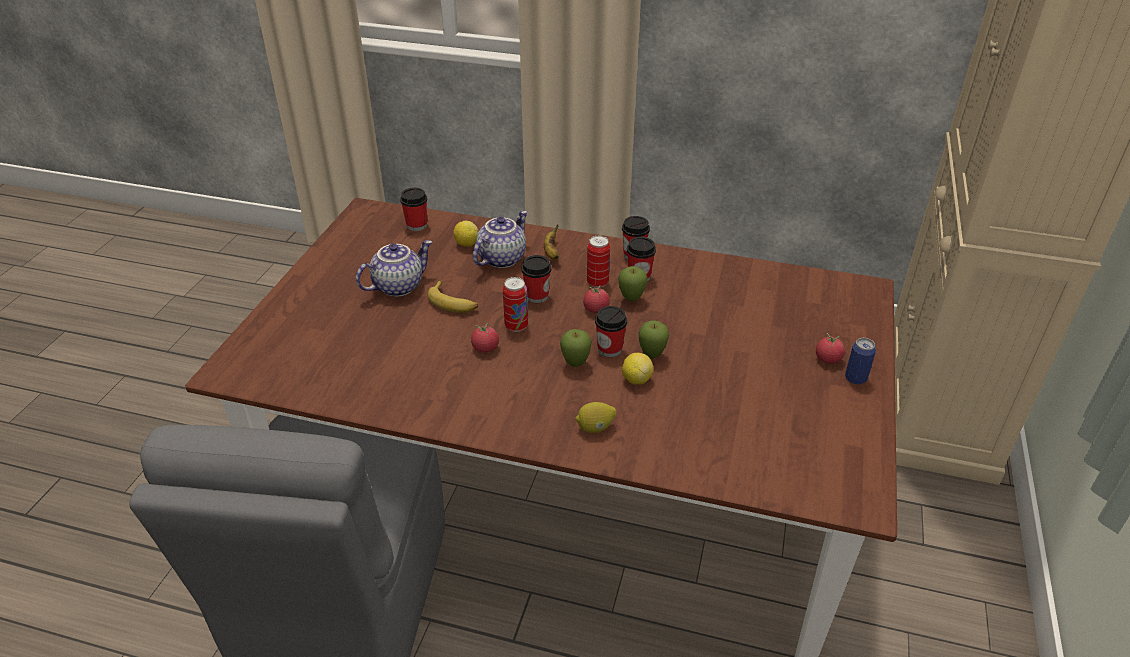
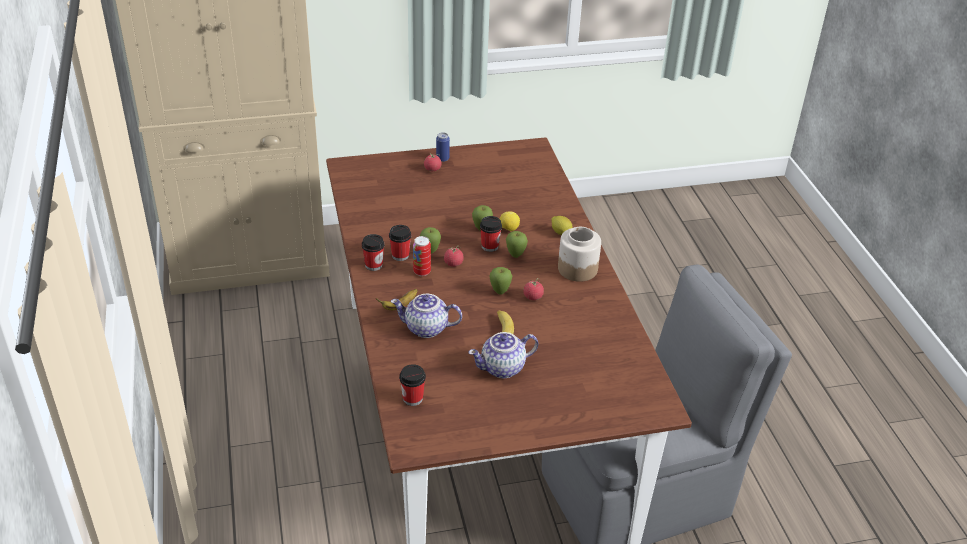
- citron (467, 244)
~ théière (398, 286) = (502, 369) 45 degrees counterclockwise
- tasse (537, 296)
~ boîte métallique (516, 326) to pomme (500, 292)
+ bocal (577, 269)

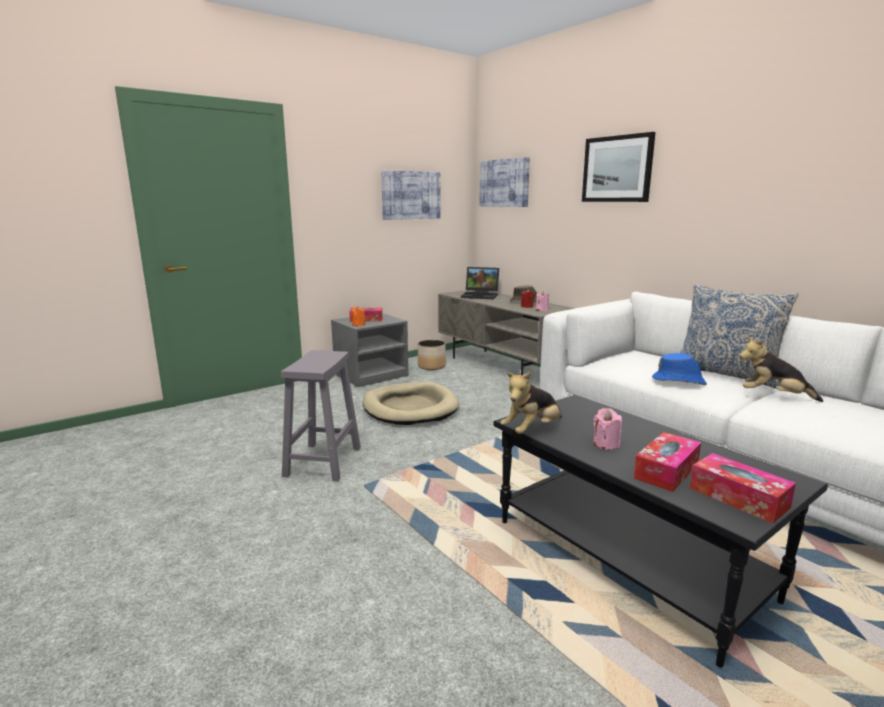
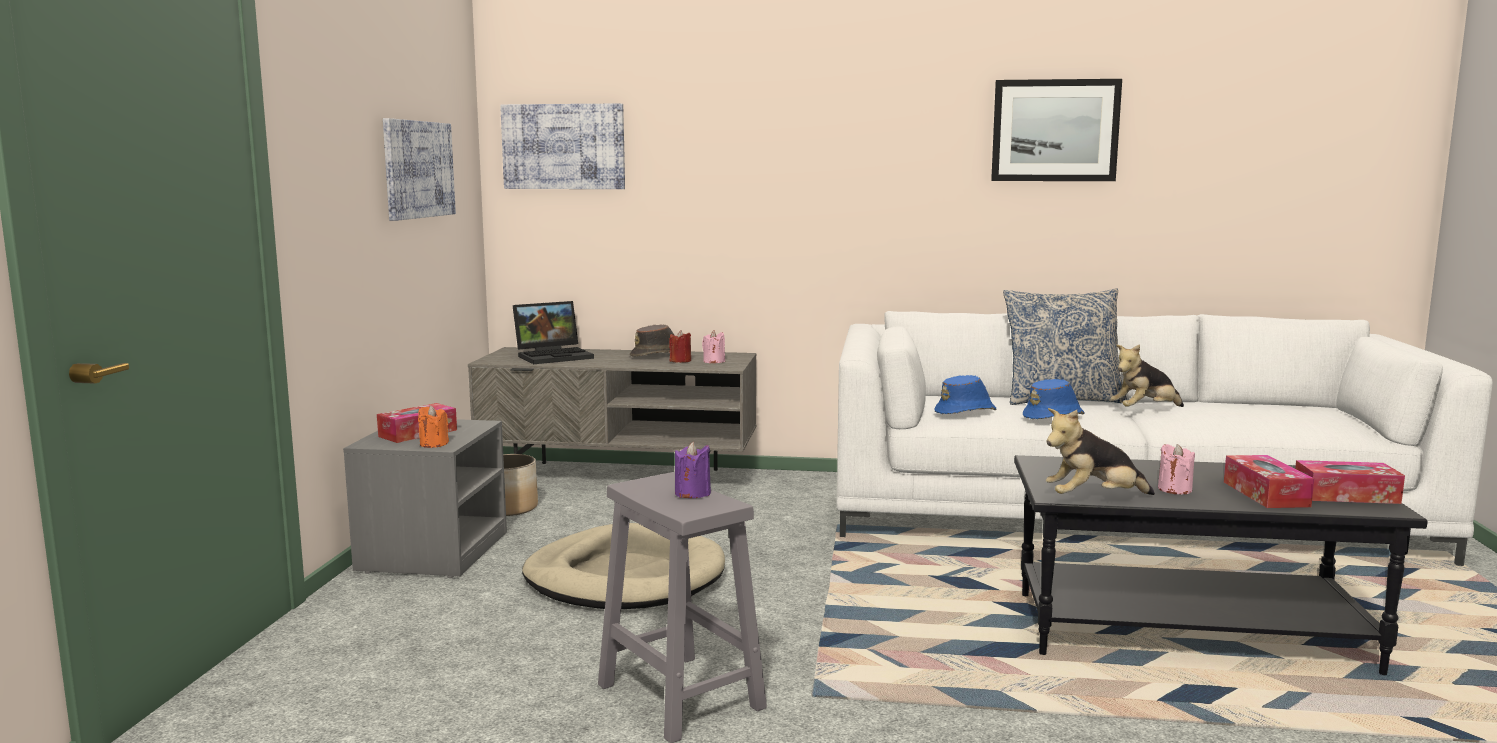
~ tableau (617, 169) to (1055, 130)
~ peluche (532, 430) = (1093, 499) 75 degrees clockwise
+ chapeau/bleu (966, 412)
+ bougie/violet (692, 493)

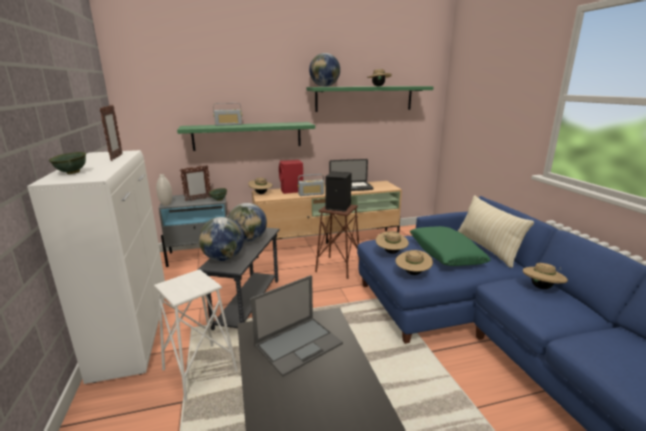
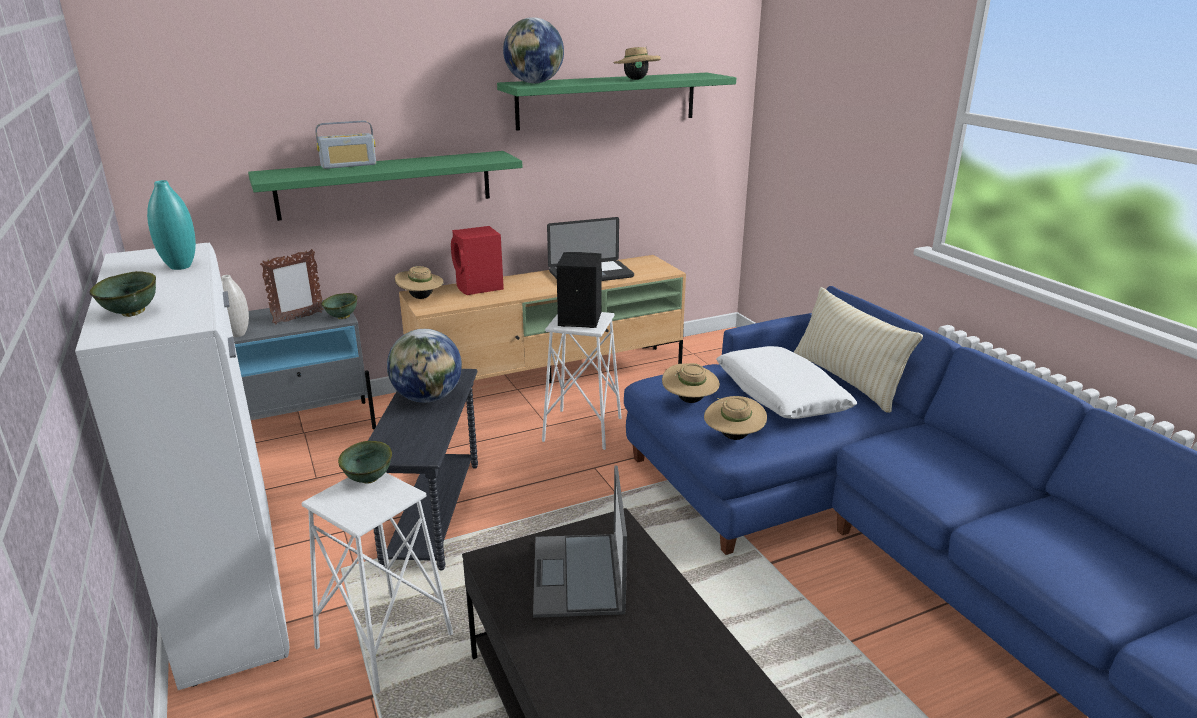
~ cadre photo (116, 157) to vase/turquoise (180, 267)
- radio (311, 194)
~ tabouret/marron (338, 267) to tabouret/blanc (582, 429)
- globe (223, 258)
~ coussin/vert (445, 253) to coussin/blanc (780, 395)
- chapeau/beige (541, 287)
~ ordinateur portable (299, 344) = (578, 576) 135 degrees clockwise
+ bol/vert (370, 479)

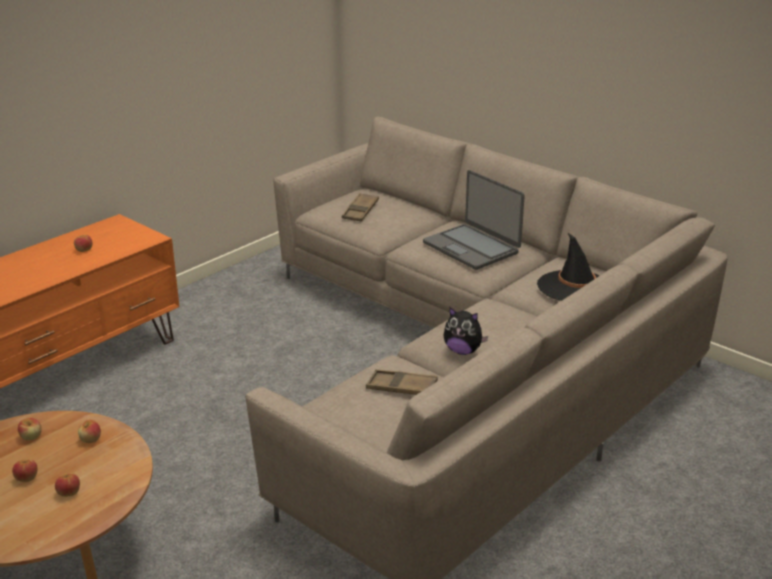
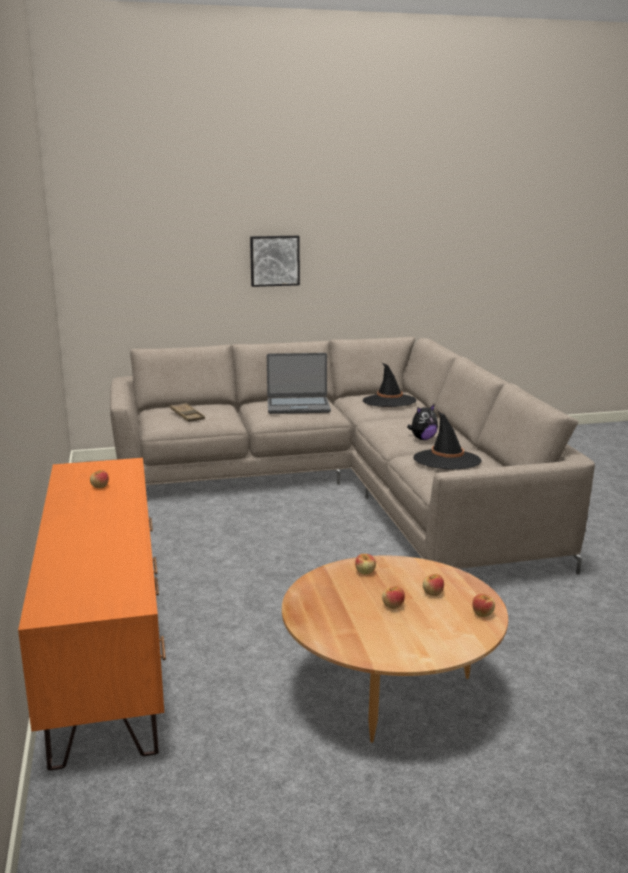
~ plateau/marron (401, 387) to chapeau/noir (447, 460)
~ pomme (31, 437) to (482, 613)
+ tableau (274, 260)

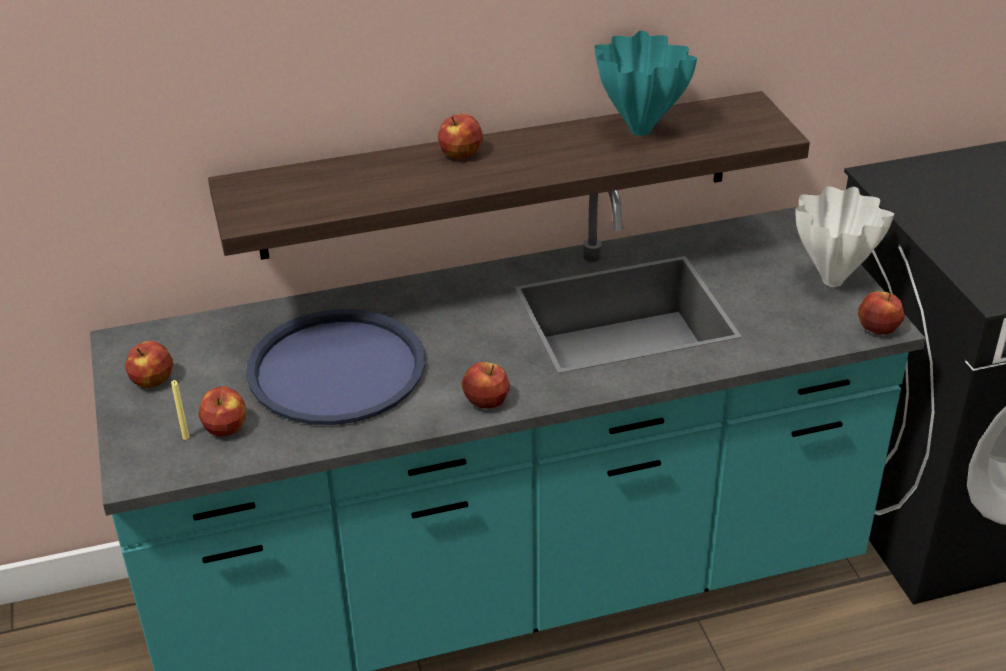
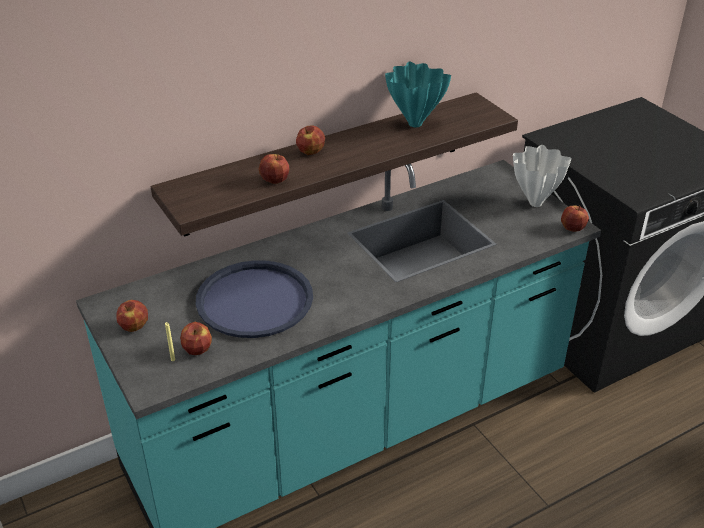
~ pomme (486, 401) to (274, 180)

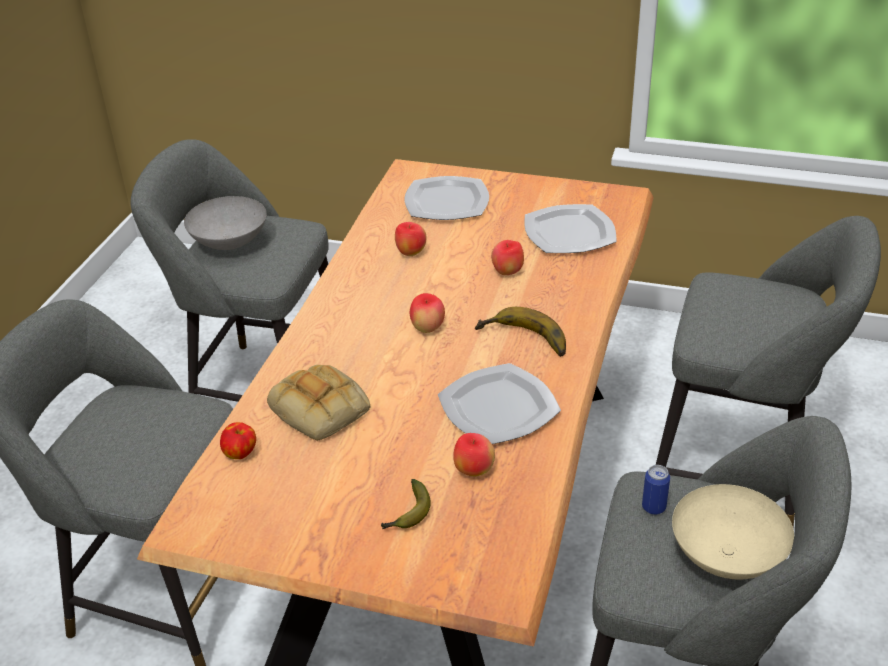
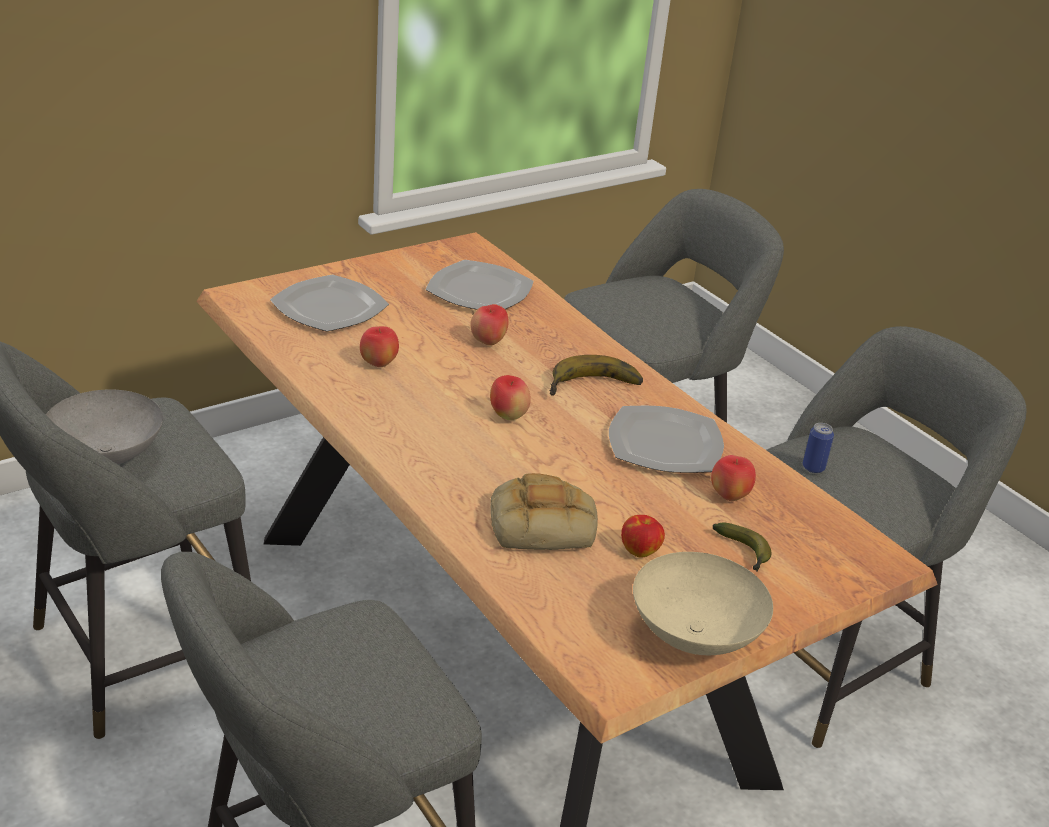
~ pomme (240, 453) to (640, 550)
~ bol/beige (724, 557) to (693, 637)

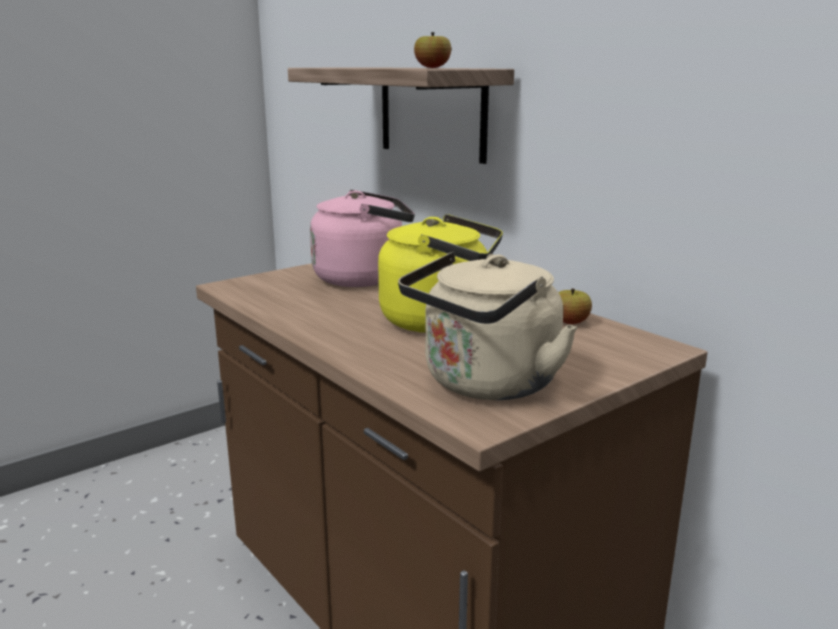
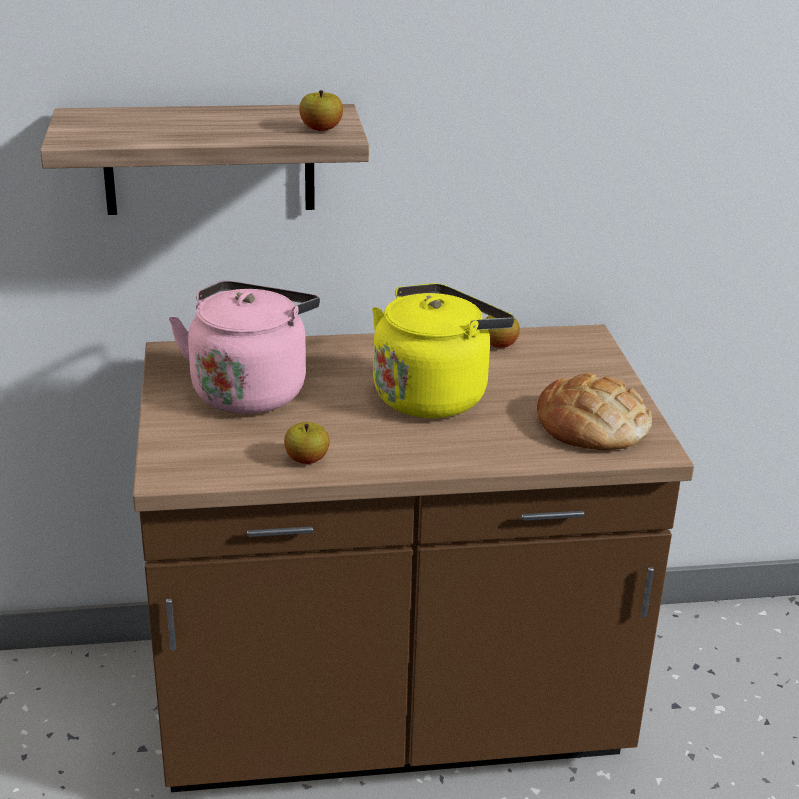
~ bouilloire/beige (485, 384) to pain (592, 425)
+ pomme (307, 459)

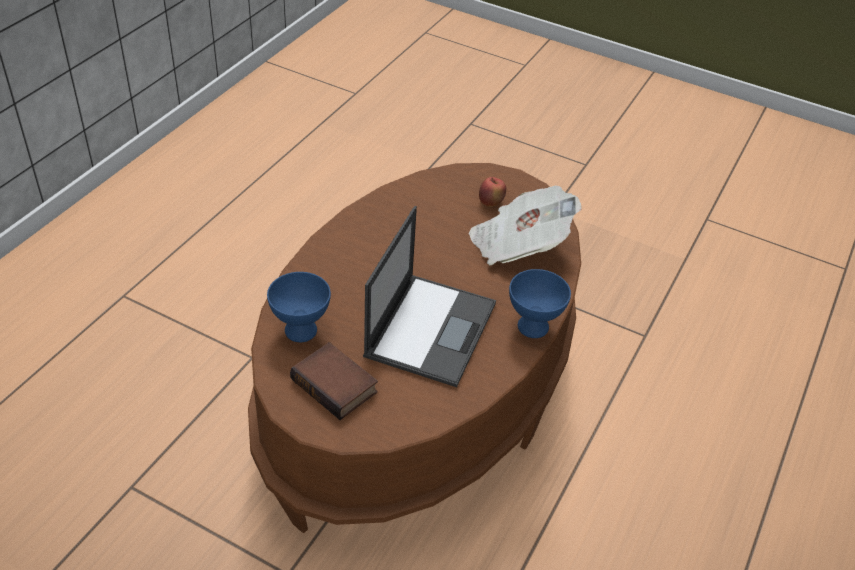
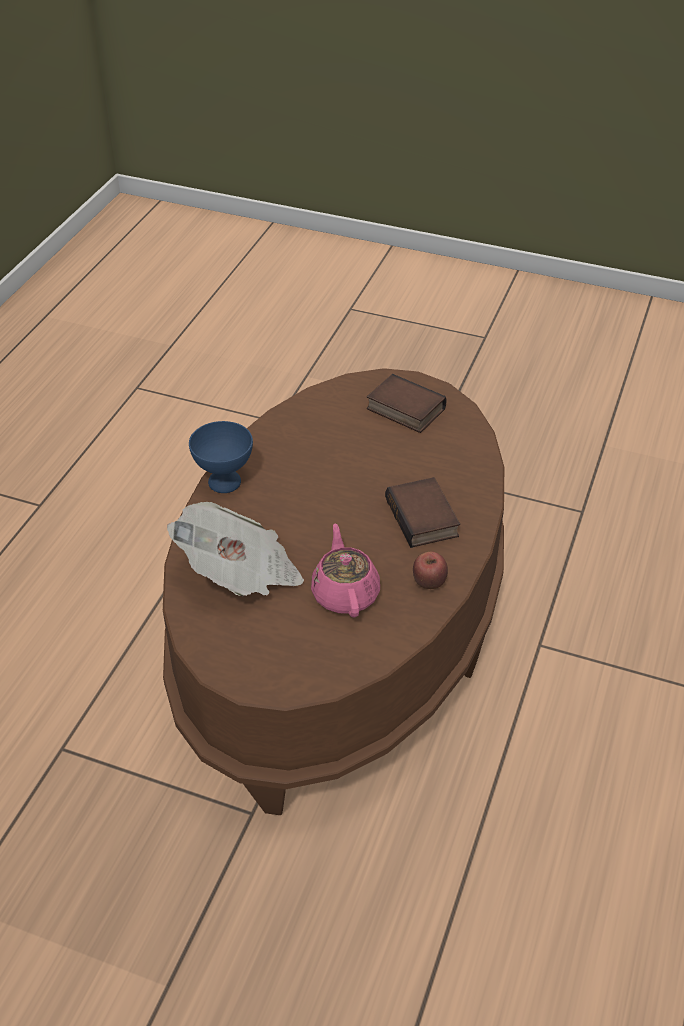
~ pomme (491, 203) to (429, 583)
- ordinateur portable (431, 328)
- bol/bleu (299, 331)
+ livre (424, 518)
+ théière/rose (345, 593)

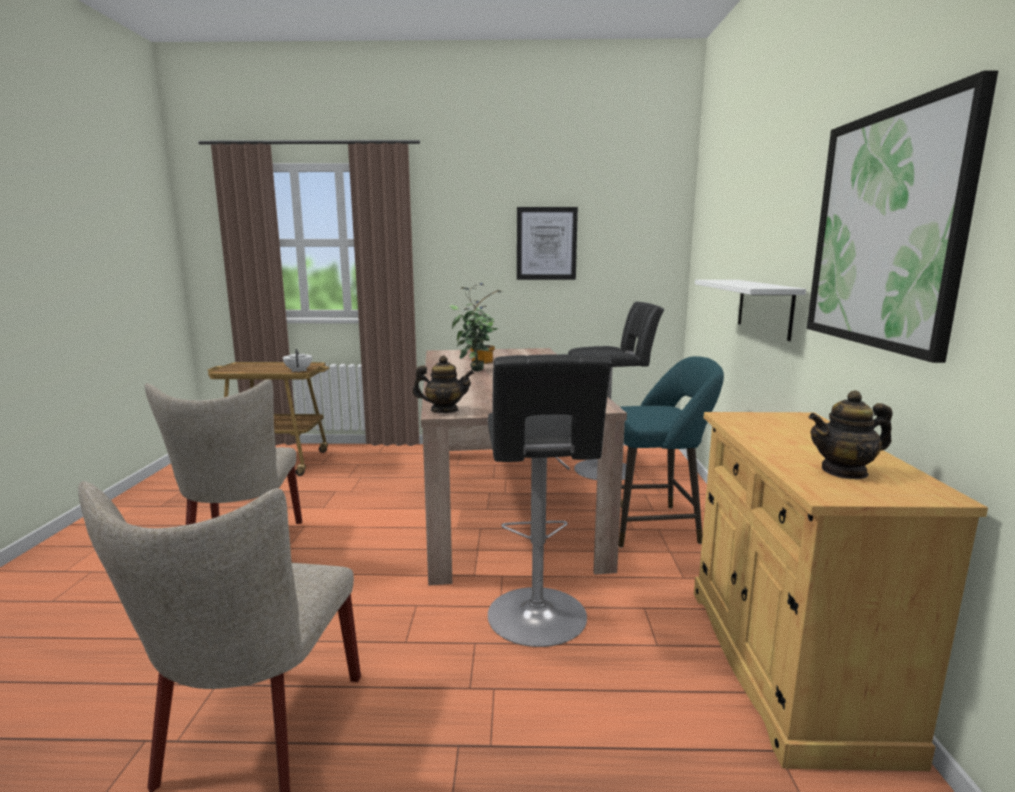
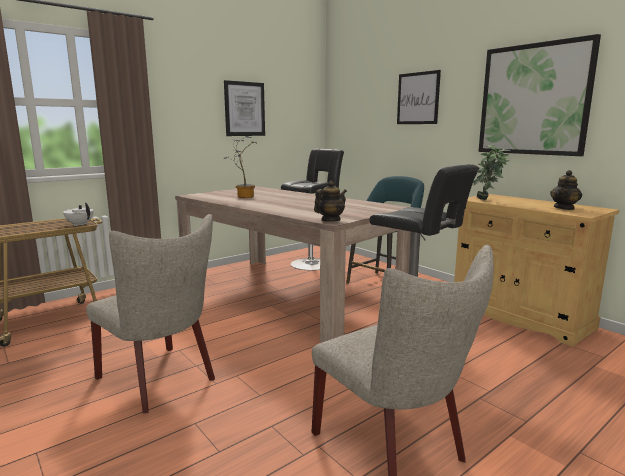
- étagère/blanc (764, 307)
~ plante en pot (474, 372) to (487, 200)
+ tableau (418, 98)

